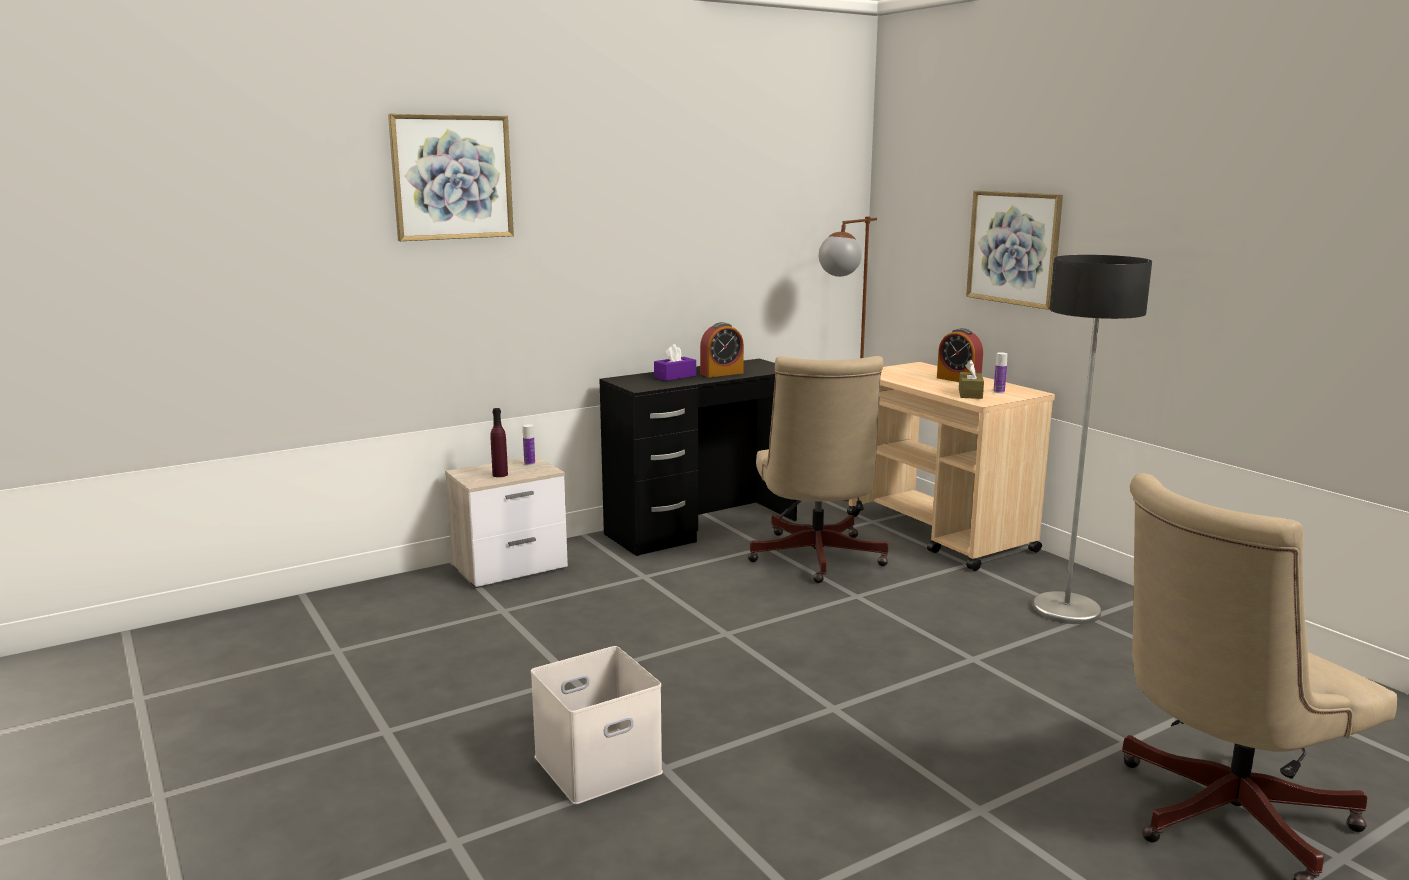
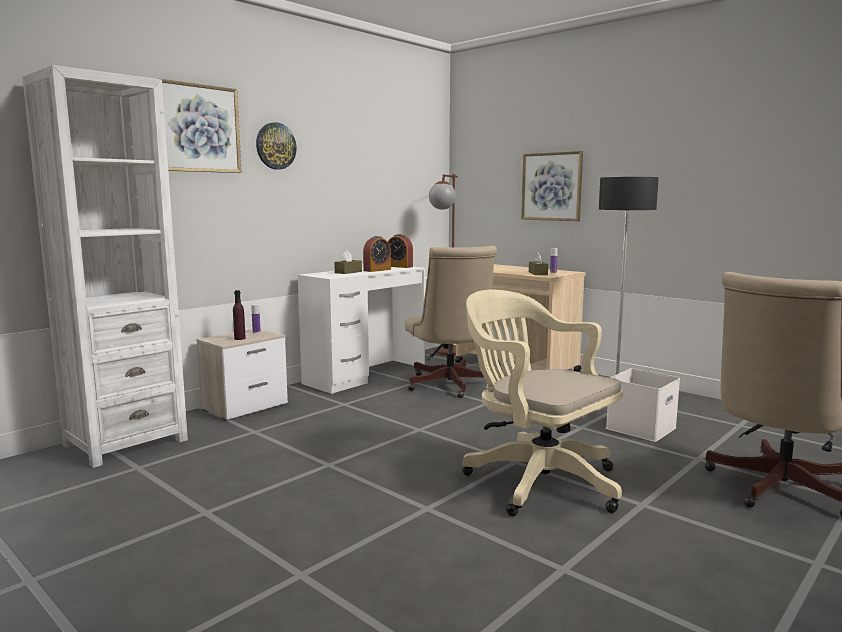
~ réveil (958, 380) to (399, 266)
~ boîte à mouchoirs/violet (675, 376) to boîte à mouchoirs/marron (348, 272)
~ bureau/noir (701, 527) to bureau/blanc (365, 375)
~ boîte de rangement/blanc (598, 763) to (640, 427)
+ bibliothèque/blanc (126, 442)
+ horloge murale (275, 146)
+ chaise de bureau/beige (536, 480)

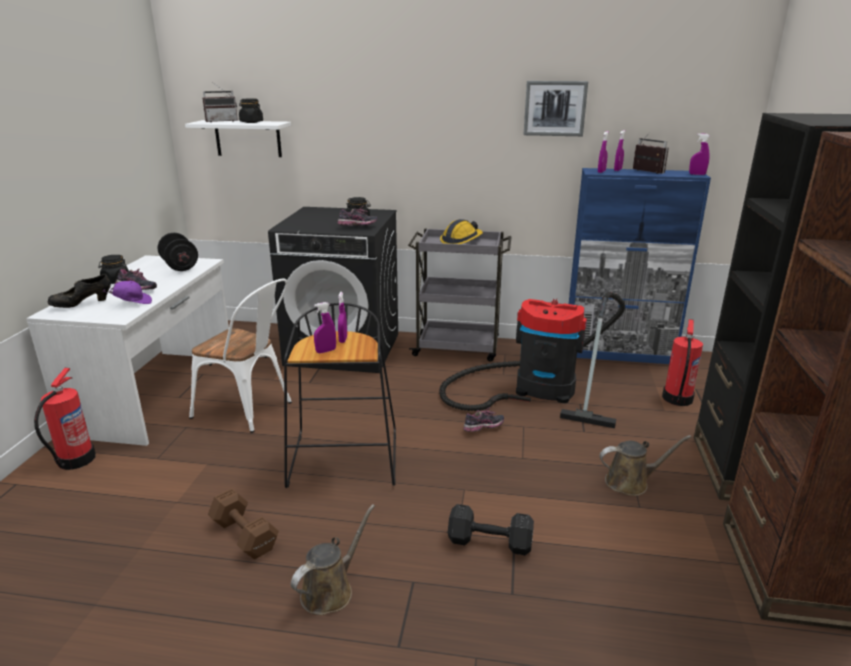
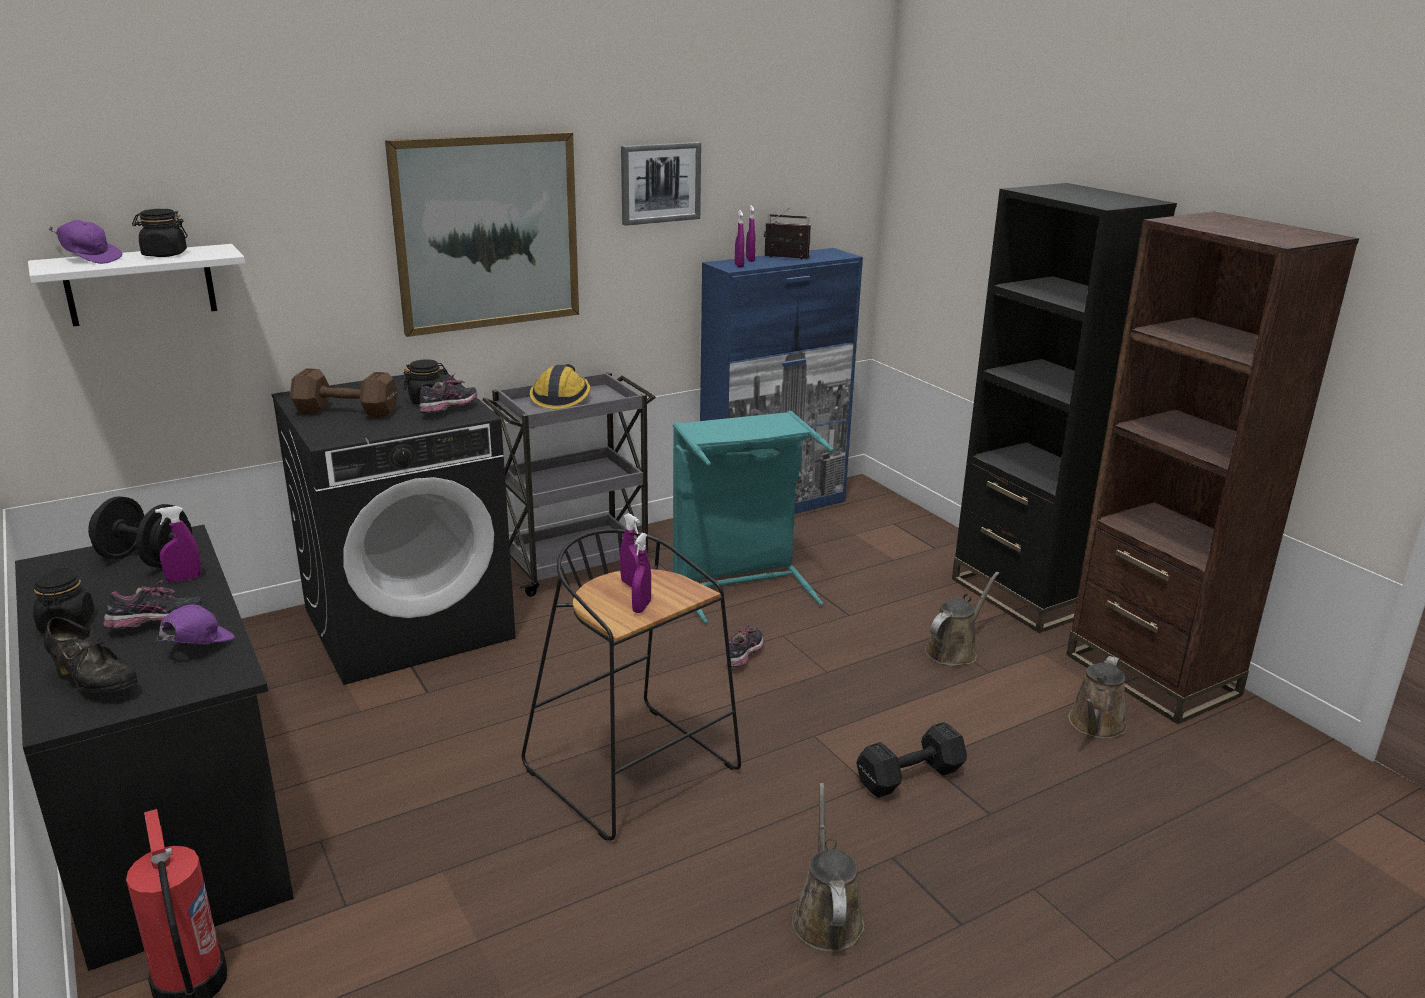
~ radio (221, 121) to casquette/violet (91, 259)
~ vaporisateur/violet (697, 174) to (184, 579)
~ bureau/blanc (158, 393) to bureau/noir (174, 815)
~ chaussure/noir (82, 304) = (94, 683) 75 degrees counterclockwise
- chaise/blanc (249, 410)
~ aspirateur (537, 389) to panier à linge/turquoise (741, 584)
- extincteur (677, 399)
~ haltère/marron (244, 534) to (344, 411)
+ tableau (487, 232)
+ arrosoir/marron (1095, 725)

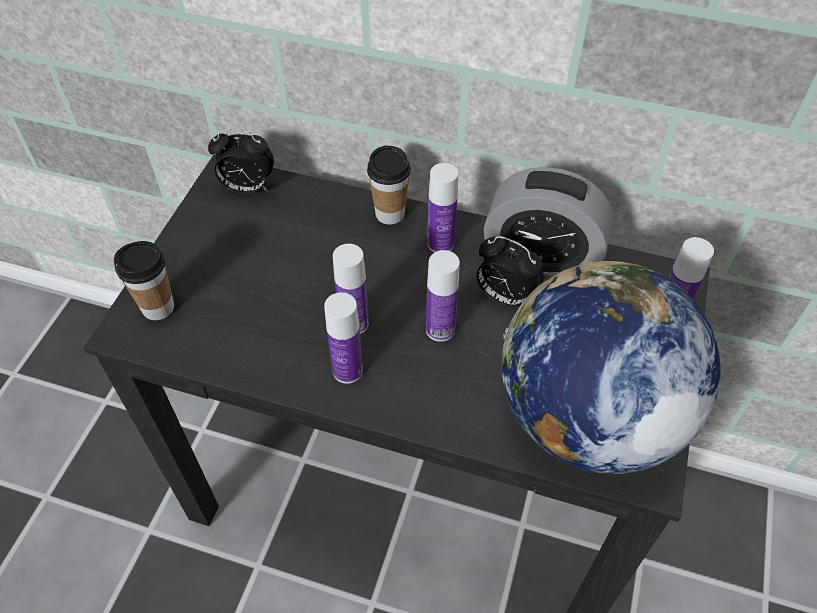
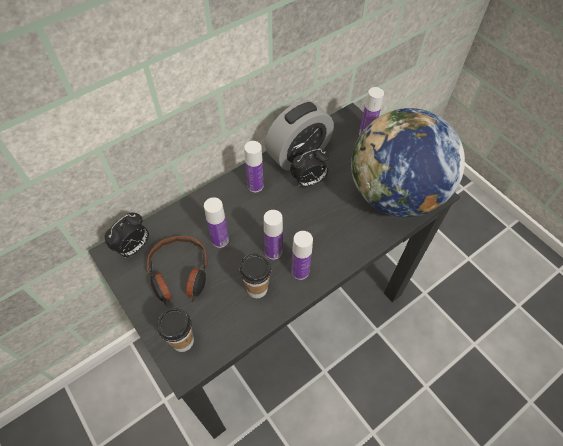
~ tasse (390, 214) to (257, 289)
~ bouteille (440, 329) to (220, 240)
+ casque audio (179, 275)

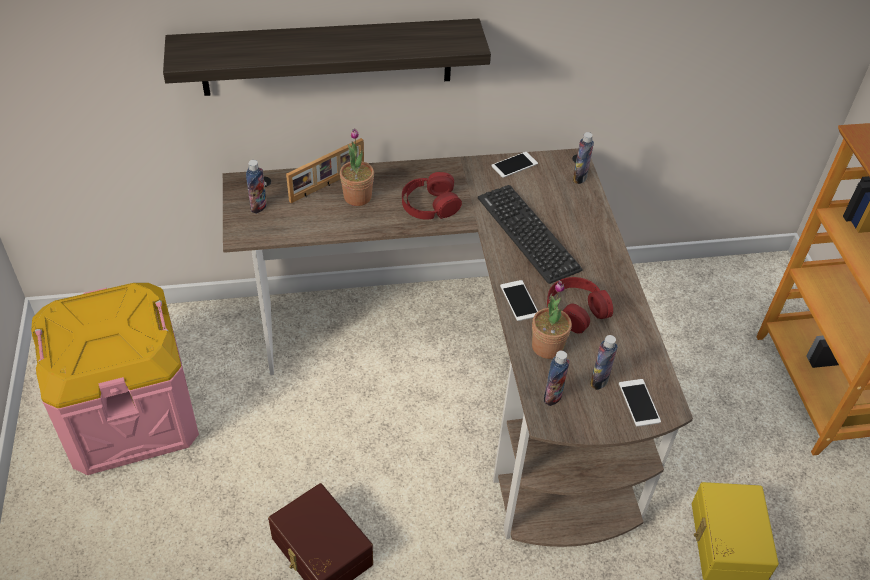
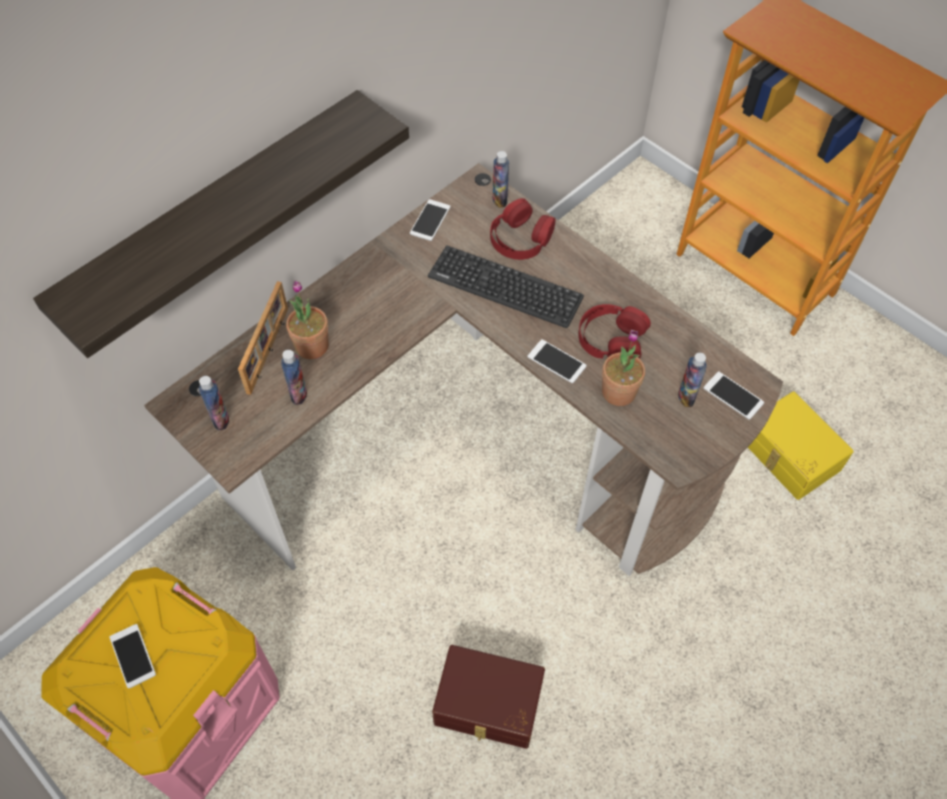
~ casque audio/rouge (429, 204) to (520, 238)
~ bouteille (552, 396) to (298, 394)
+ téléphone (132, 656)

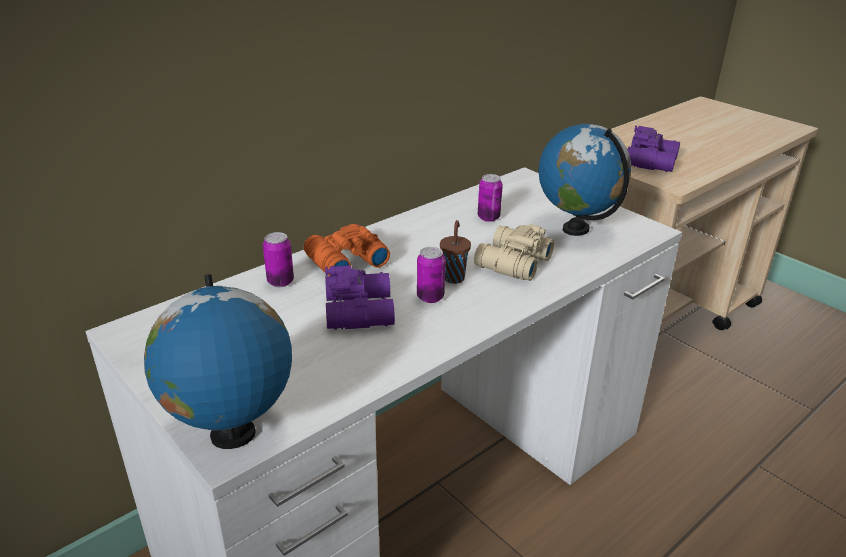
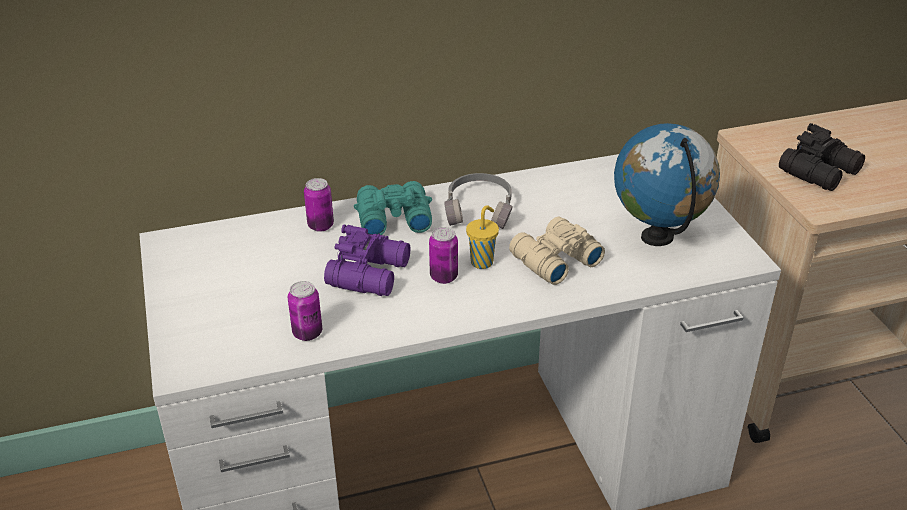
~ jumelles/violet (652, 162) to jumelles/noir (821, 172)
~ boîte métallique (488, 217) to (307, 333)
~ tasse/marron (454, 277) to tasse/jaune (482, 262)
~ jumelles/orange (344, 261) to jumelles/turquoise (392, 218)
- globe (232, 435)
+ casque audio/gris (480, 209)

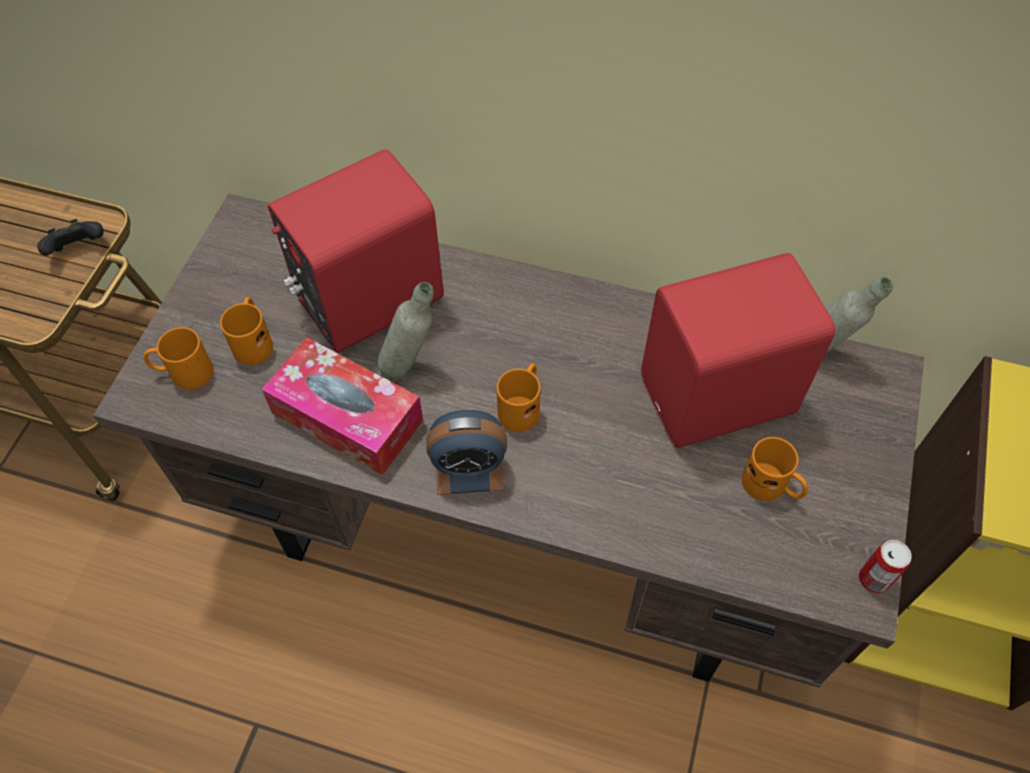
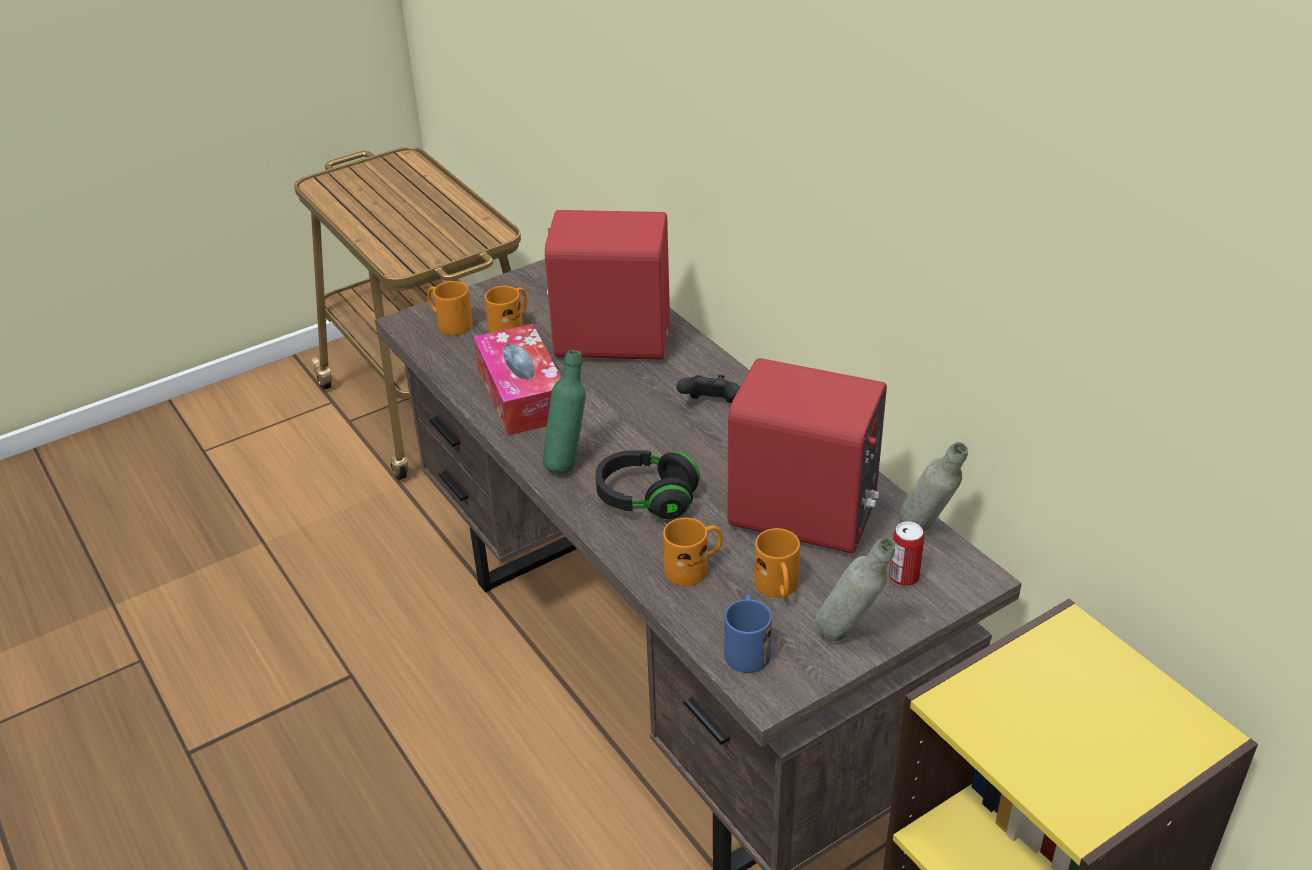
~ manette/noir (79, 249) to (711, 405)
~ bouteille/gris (411, 367) to (849, 637)
~ mug/orange (522, 406) to (694, 567)
~ réveil (469, 468) to bouteille/vert (568, 461)
~ boîte métallique (874, 579) to (904, 577)
+ casque audio/noir (647, 499)
+ mug/bleu (746, 648)

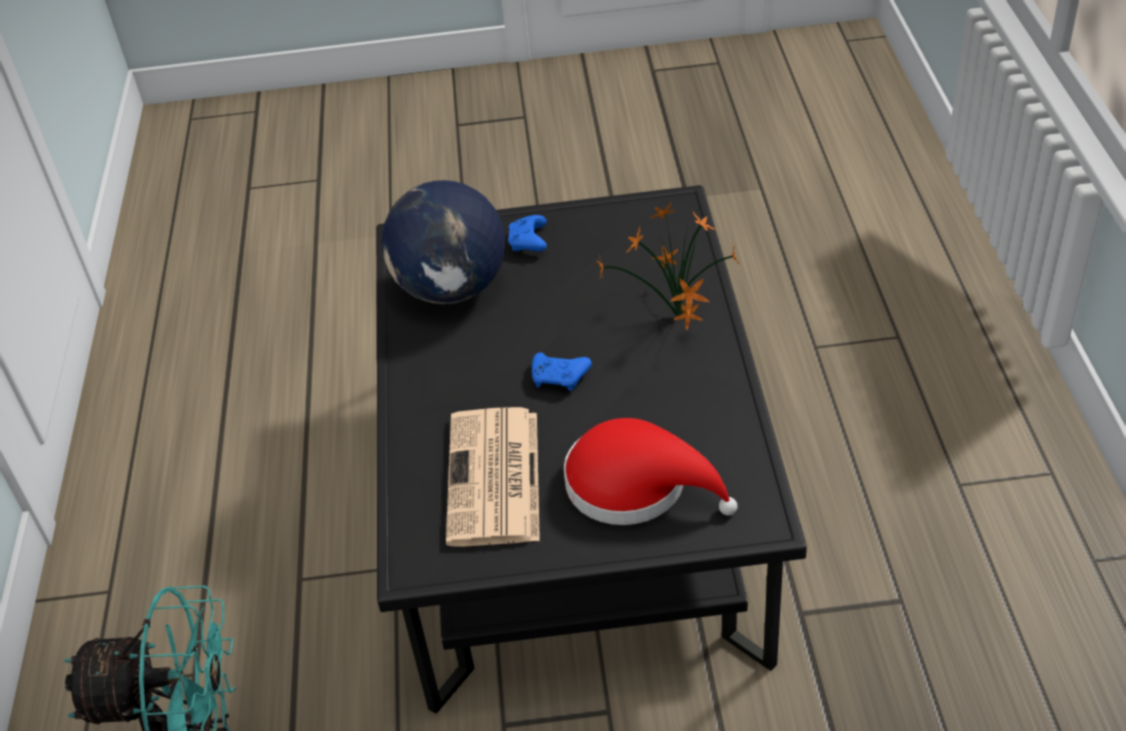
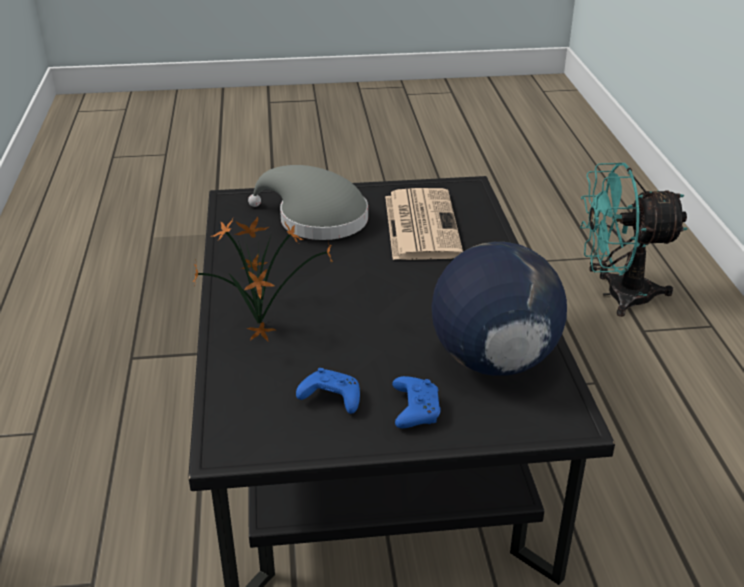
~ manette/bleu (560, 378) to (330, 399)
~ chapeau/rouge (636, 485) to chapeau/gris (316, 219)

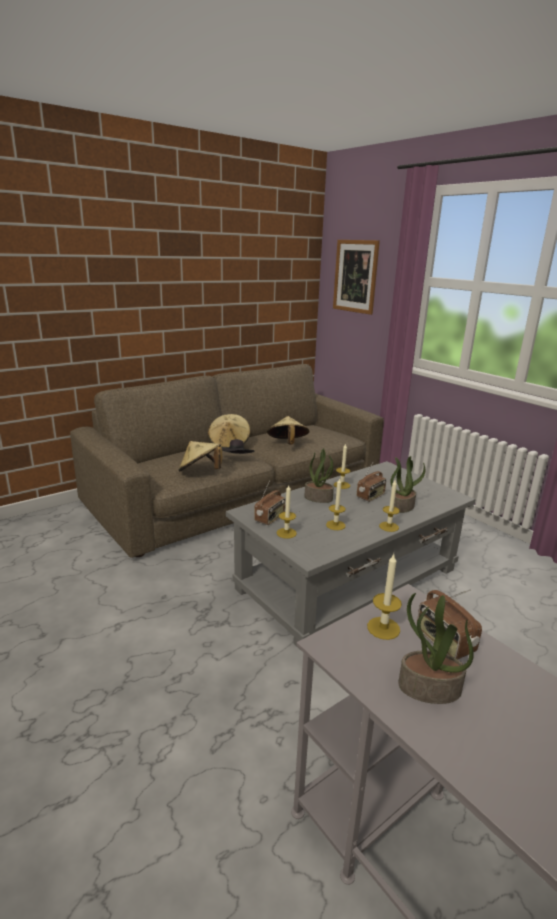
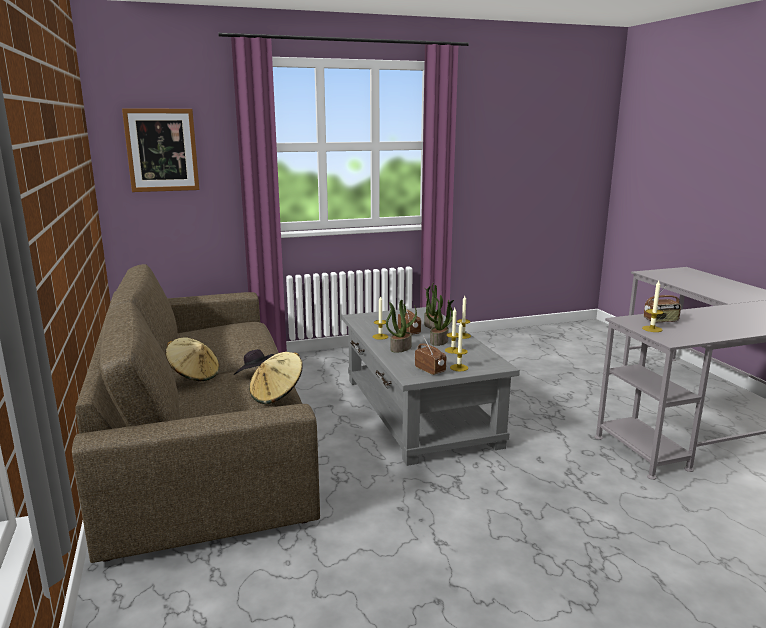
- chapeau/beige (287, 444)
~ plante en pot (428, 689) to (439, 341)

